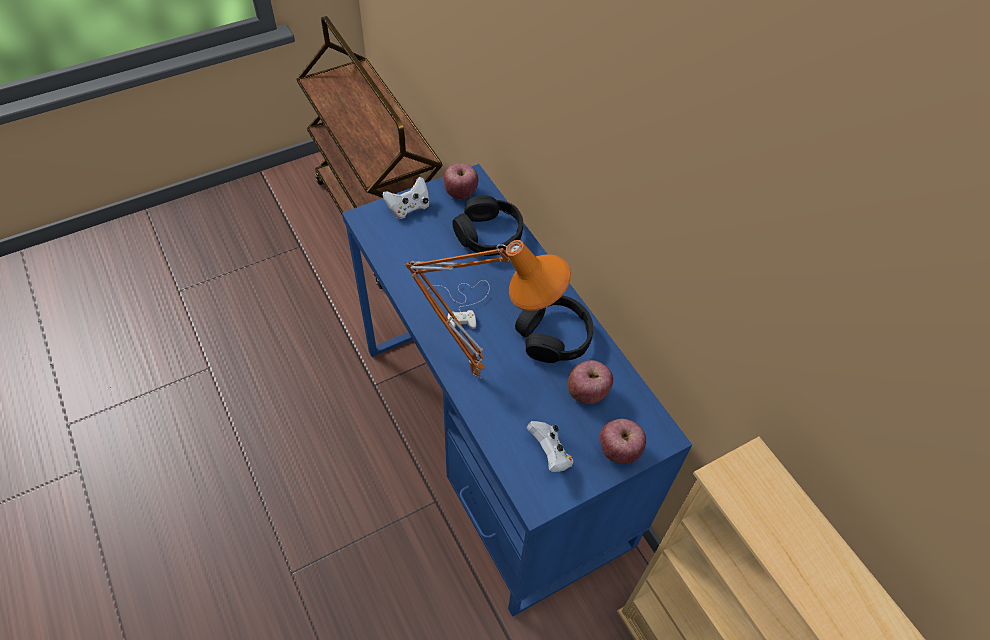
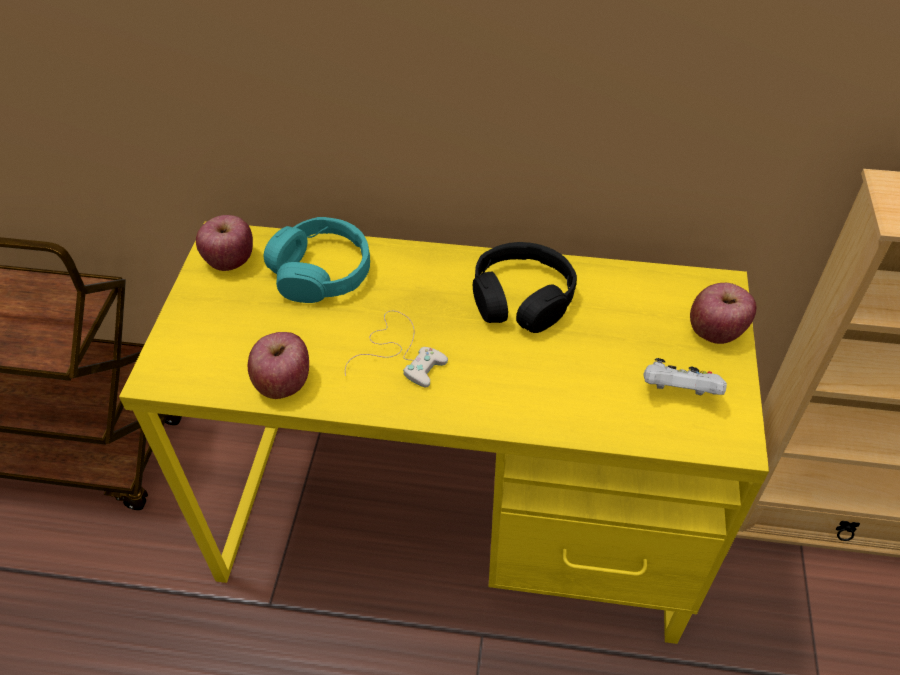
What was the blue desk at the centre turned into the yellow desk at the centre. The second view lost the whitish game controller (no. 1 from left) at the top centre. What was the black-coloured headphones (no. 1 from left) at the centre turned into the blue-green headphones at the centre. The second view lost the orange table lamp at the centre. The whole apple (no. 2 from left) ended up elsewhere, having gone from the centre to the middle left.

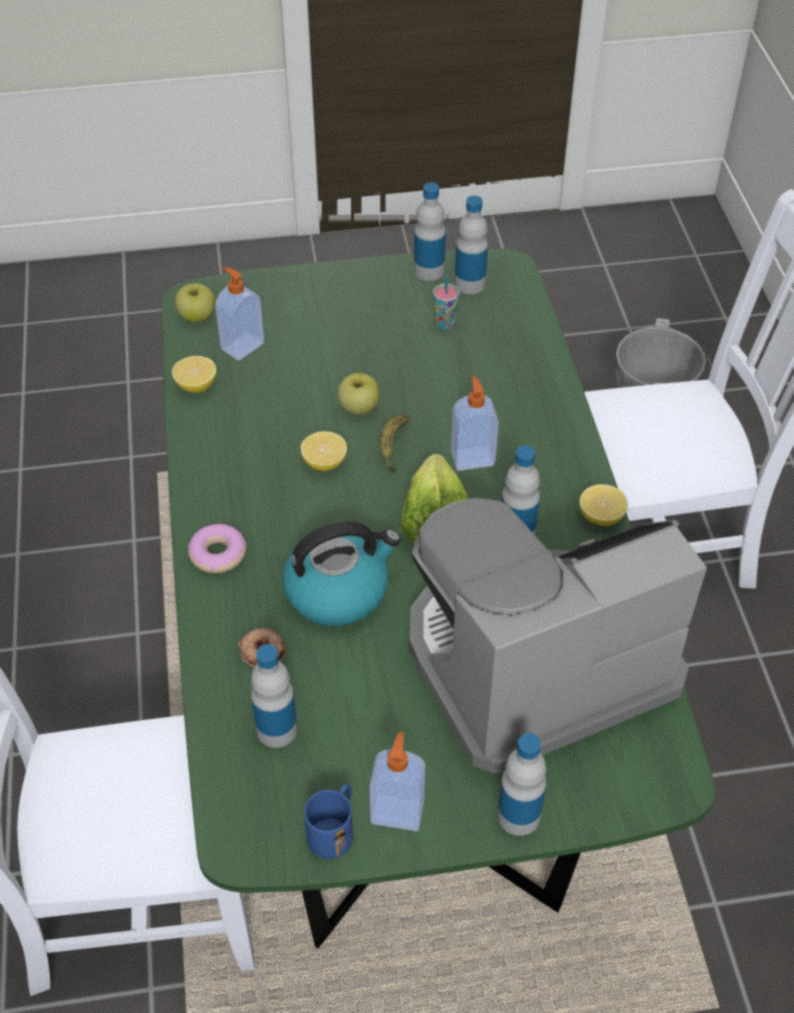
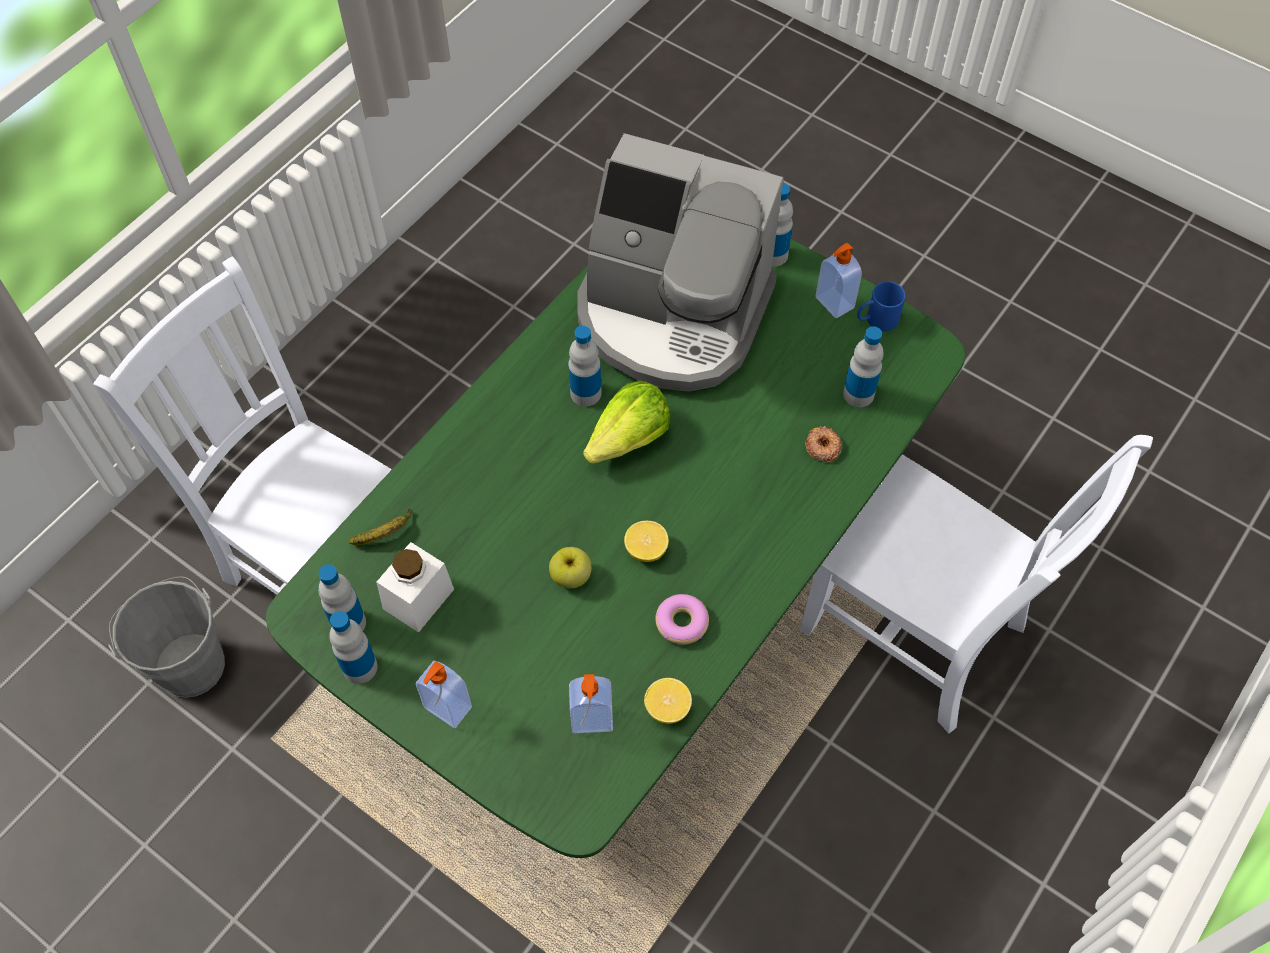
Where the drinking cup stood at the top centre, the whitish storage jar came to stand at the middle left. The second view lost the whole apple (no. 1 from left) at the top left. The soap dispenser (no. 3 from left in the first image) ended up elsewhere, having gone from the centre to the bottom centre. The banana fruit ended up elsewhere, having gone from the centre to the middle left. The second view lost the citrus fruit (no. 3 from left) at the middle right. The second view lost the tea kettle at the centre. The ring doughnut (no. 1 from left) ended up elsewhere, having gone from the middle left to the centre.

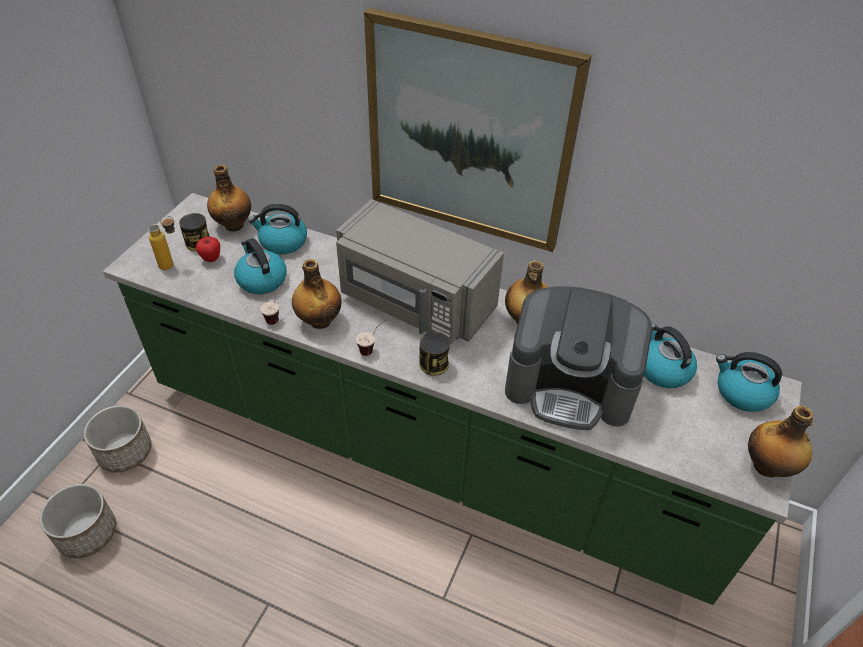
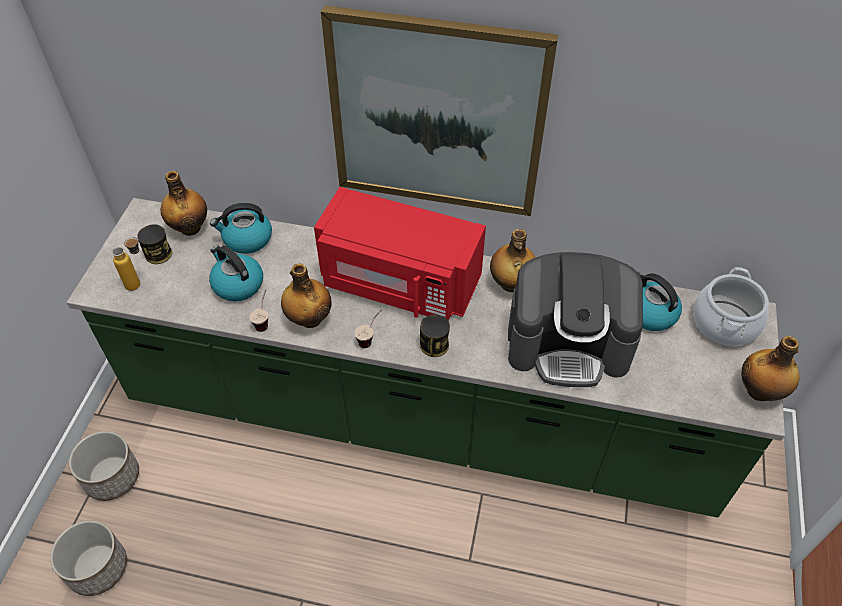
What was the greyish microwave oven at the centre turned into the red microwave oven at the centre. The second view lost the whole apple at the middle left. Where the tea kettle (no. 4 from left) stood at the middle right, the stockpot came to stand at the middle right.

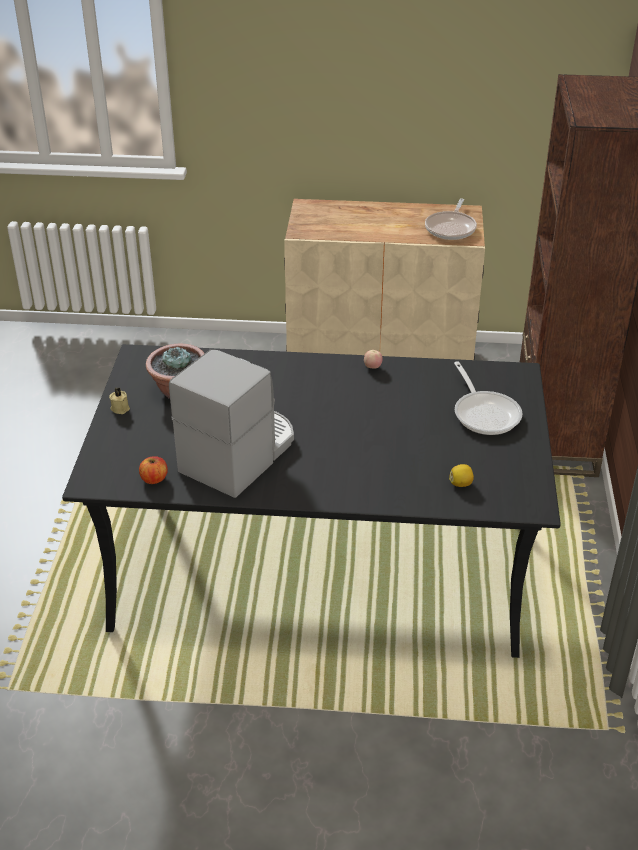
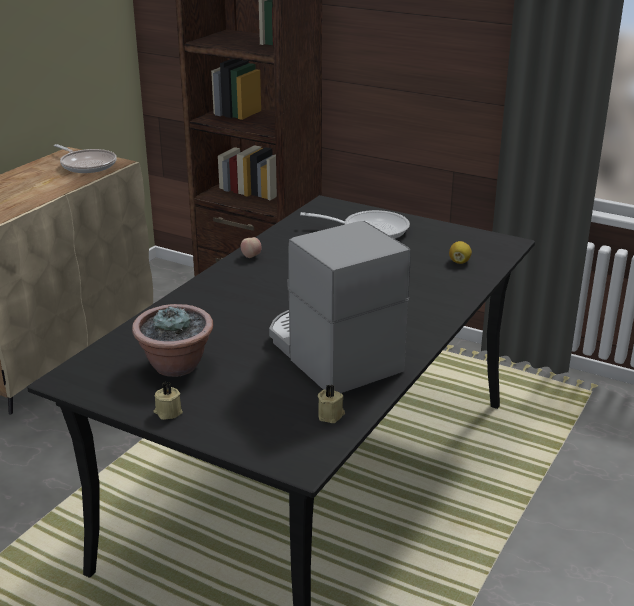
Where the whole apple (no. 1 from left) stood at the middle left, the beige wax light (no. 2 from left) came to stand at the centre.

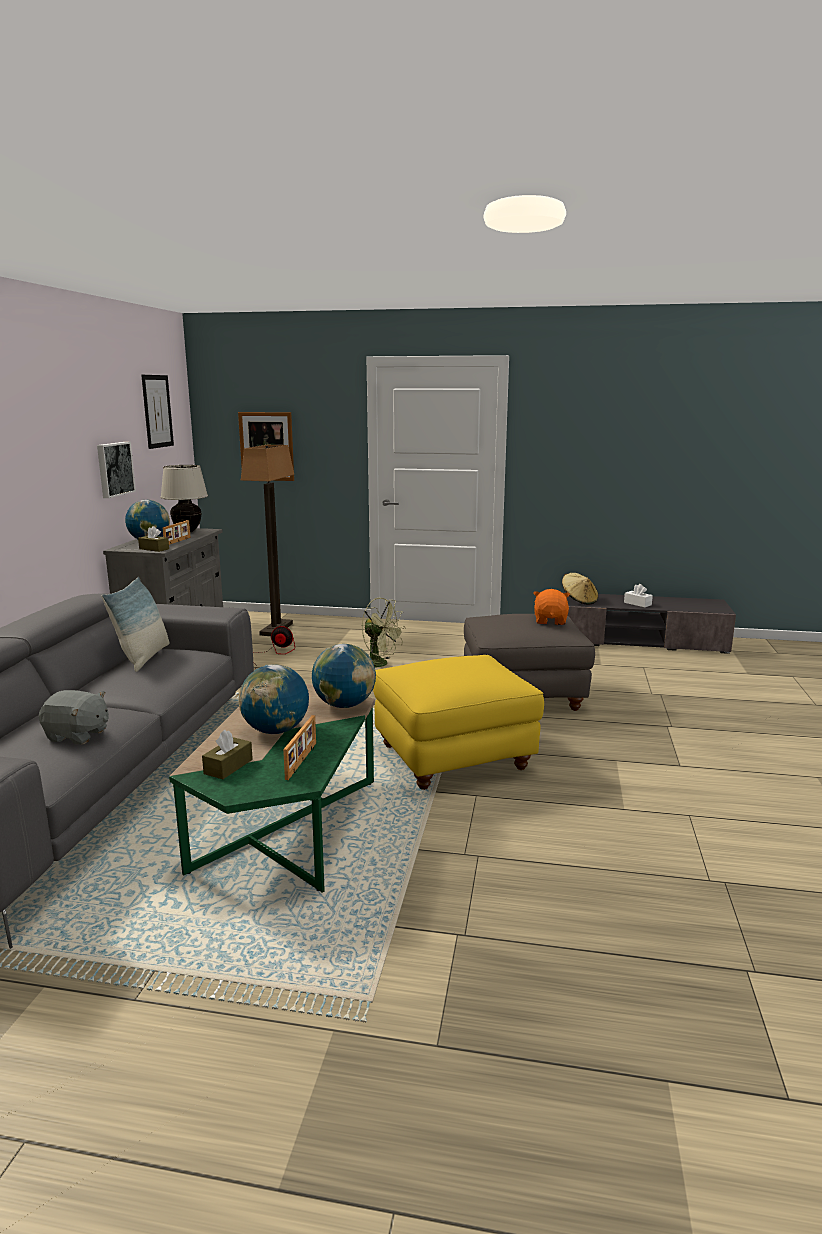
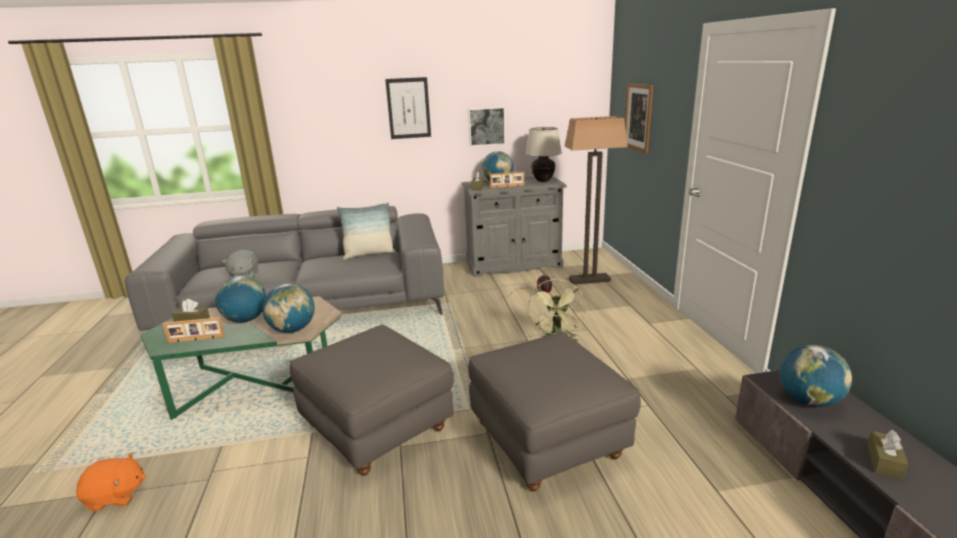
The wall picture (no. 2 from left in the first image) ended up elsewhere, having gone from the middle left to the top centre. Where the beige wearable hat stood at the middle right, the globe (no. 4 from left) came to stand at the bottom right. What was the whitish box of tissues at the middle right turned into the brownish box of tissues (no. 3 from left) at the bottom right. The orange soft toy ended up elsewhere, having gone from the middle right to the bottom left. What was the yellow pouffe at the centre turned into the greyish pouffe (no. 1 from left) at the bottom centre.

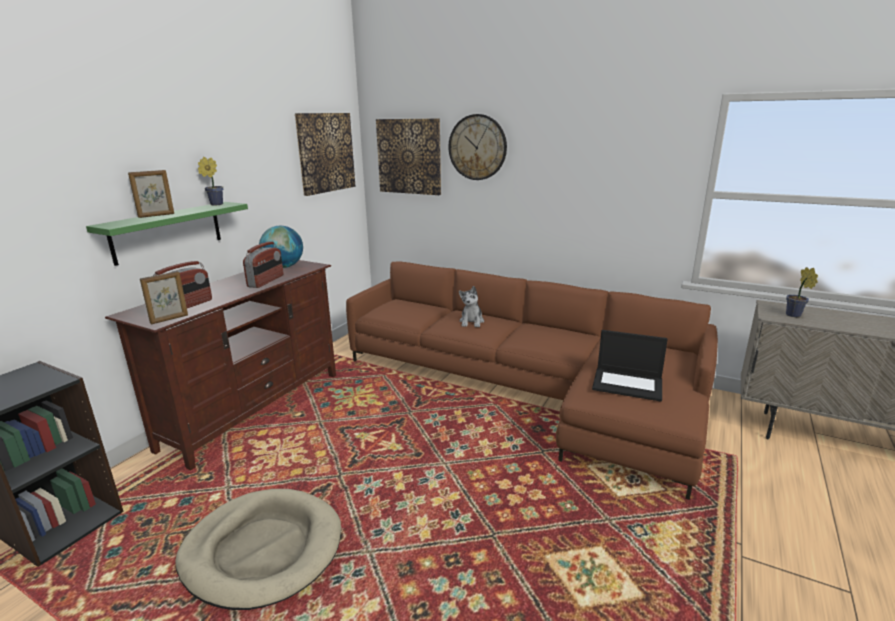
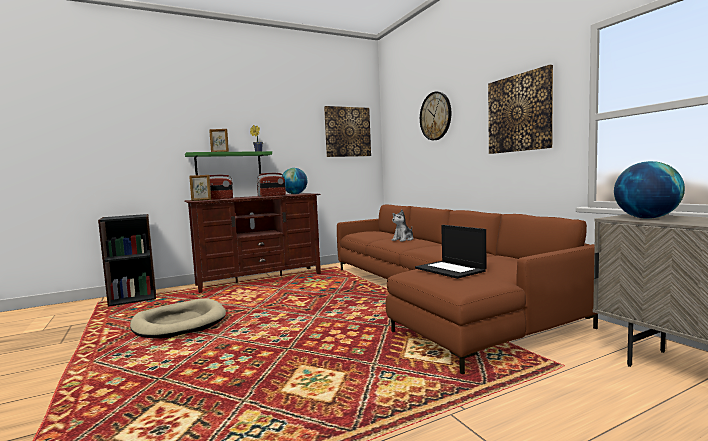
The wall picture (no. 2 from left) ended up elsewhere, having gone from the top centre to the top right. Where the houseplant (no. 2 from left) stood at the middle right, the globe (no. 2 from left) came to stand at the middle right.

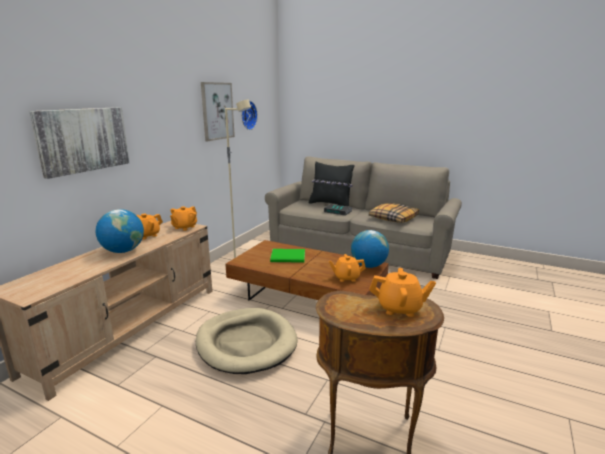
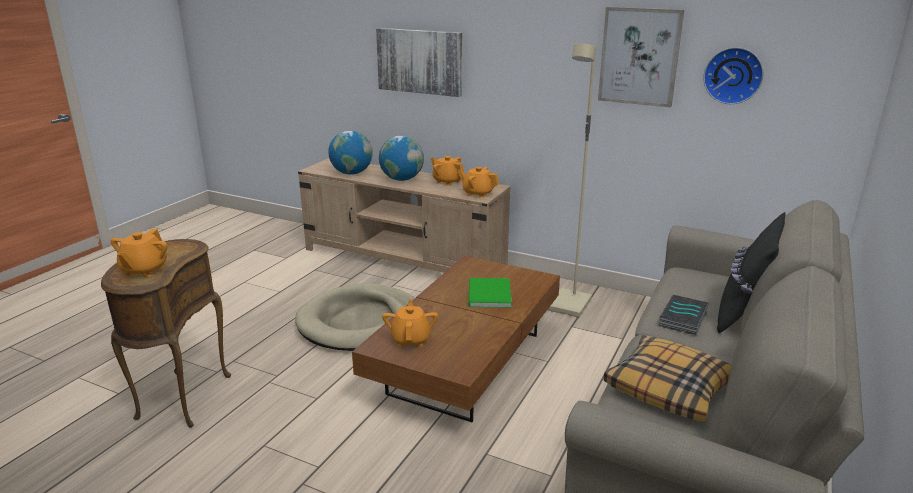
The globe (no. 2 from left in the first image) ended up elsewhere, having gone from the centre to the top centre.

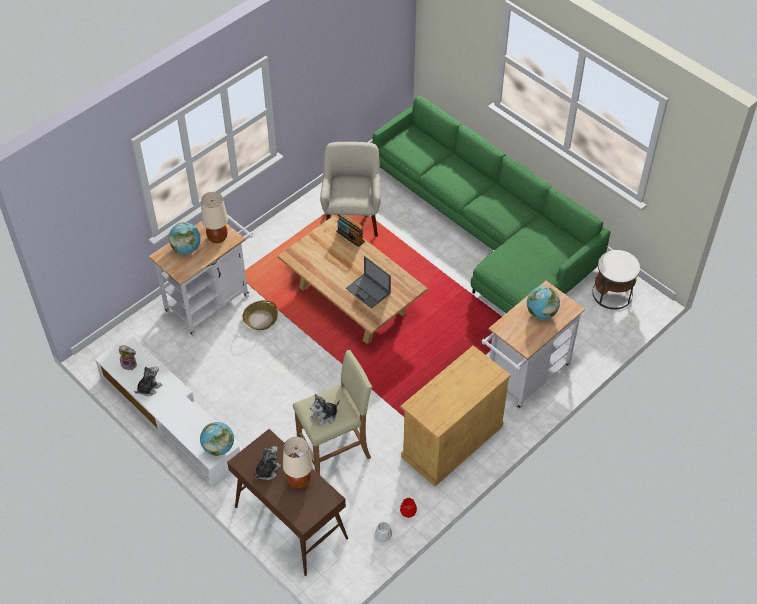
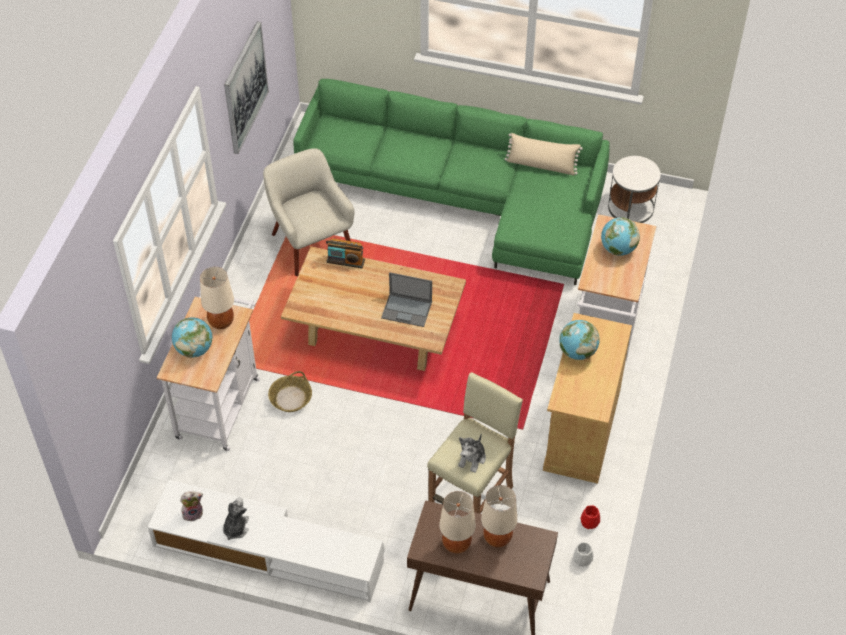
The globe (no. 2 from left) ended up elsewhere, having gone from the bottom left to the middle right. Where the soft toy (no. 3 from left) stood at the bottom centre, the beige table lamp (no. 2 from left) came to stand at the bottom centre. The second view gained the wall picture at the top left. The second view gained the beige throw pillow at the top centre.

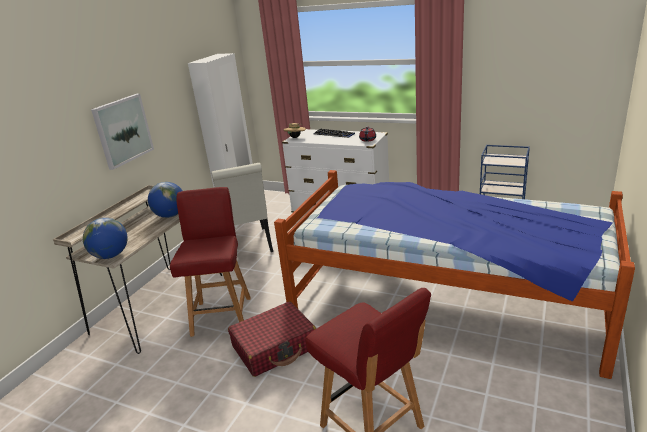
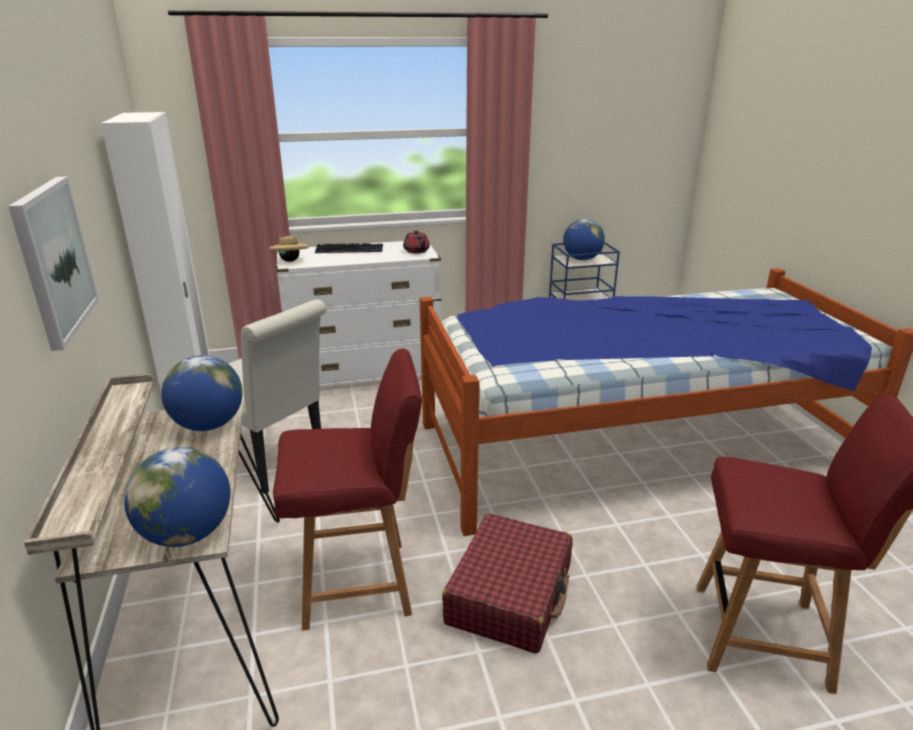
The red plain chair (no. 1 from left) at the middle left ended up facing another way, 120 degrees clockwise from before. The second view gained the globe (no. 3 from left) at the top centre.

